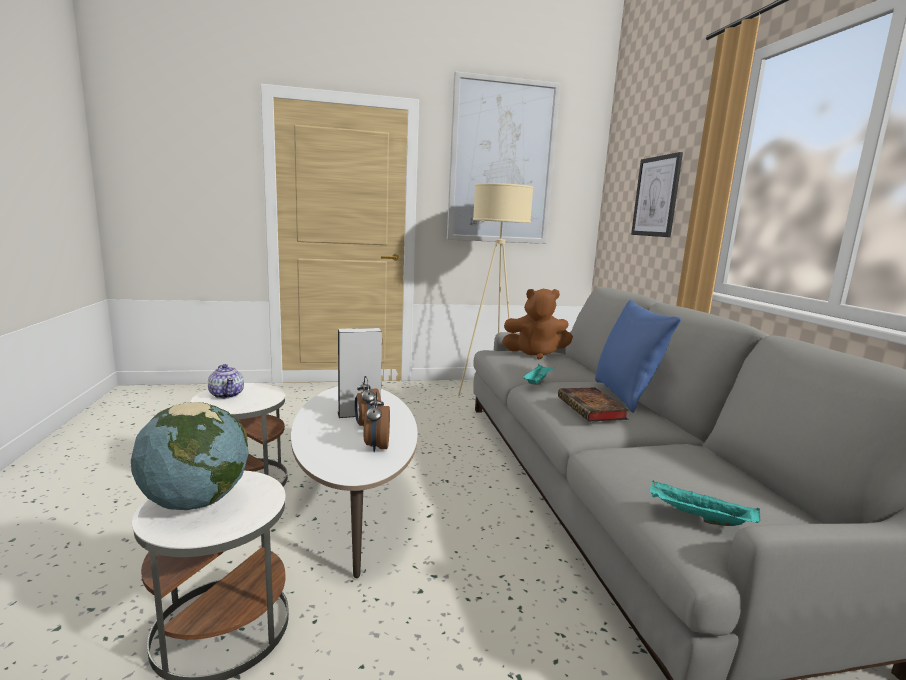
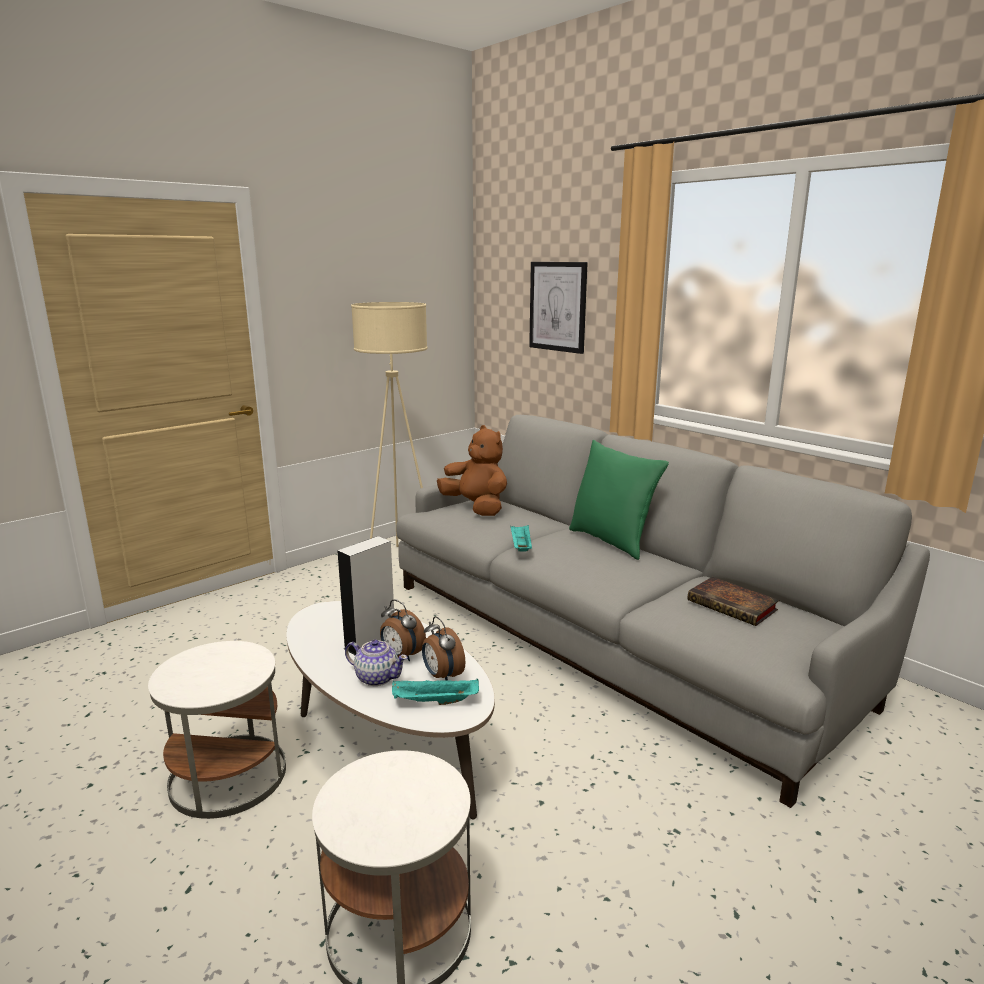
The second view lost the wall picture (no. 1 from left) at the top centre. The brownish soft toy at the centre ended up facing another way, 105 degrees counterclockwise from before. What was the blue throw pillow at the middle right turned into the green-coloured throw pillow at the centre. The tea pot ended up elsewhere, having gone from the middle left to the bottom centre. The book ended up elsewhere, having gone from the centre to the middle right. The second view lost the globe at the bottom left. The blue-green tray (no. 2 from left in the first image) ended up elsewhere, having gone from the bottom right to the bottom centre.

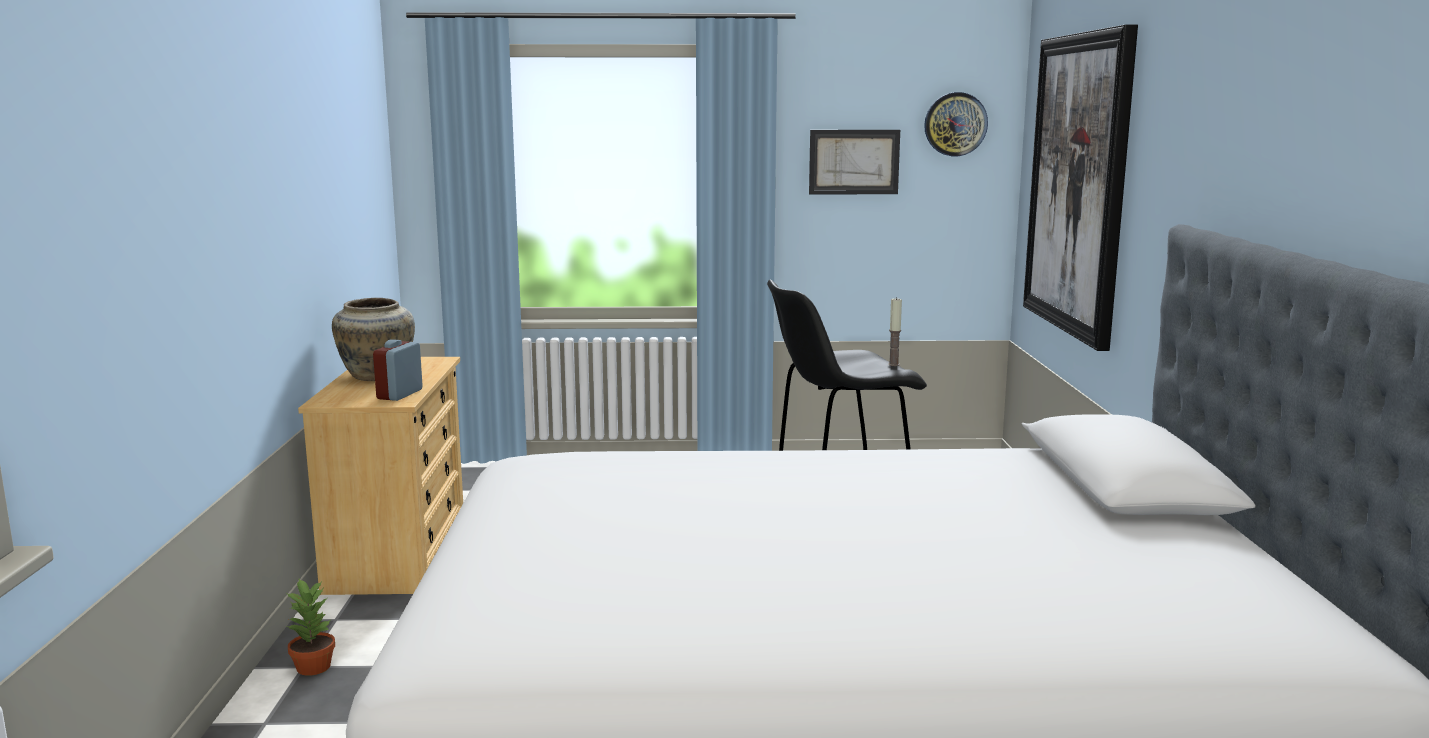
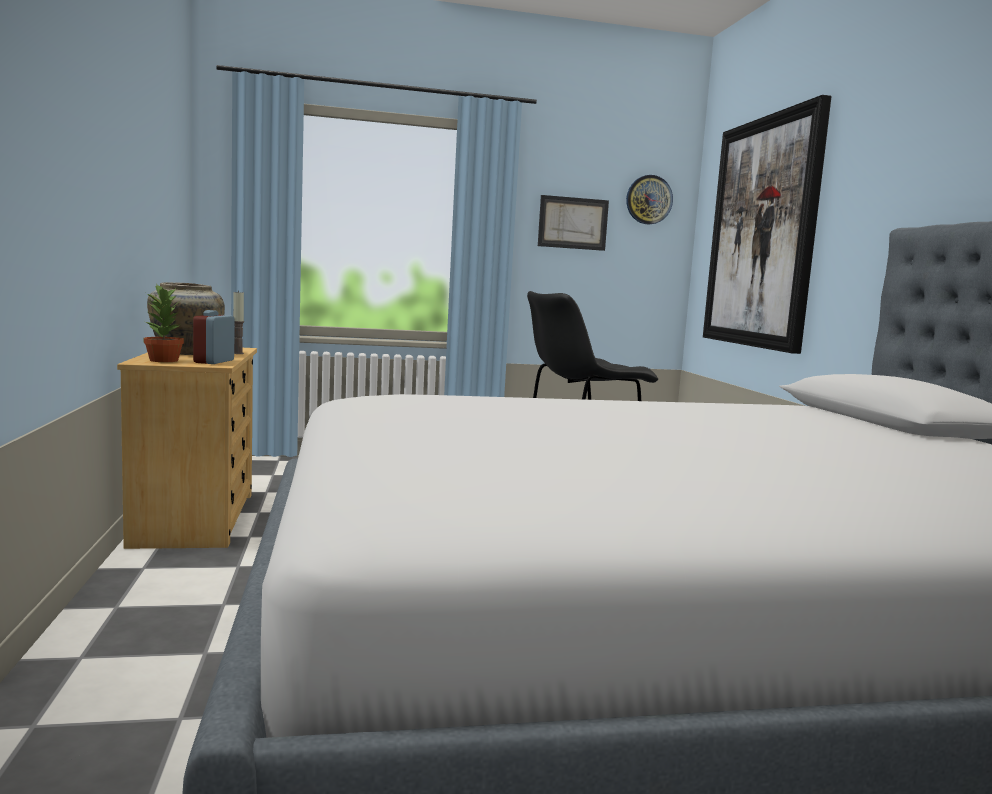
The wax light ended up elsewhere, having gone from the centre to the middle left. The houseplant ended up elsewhere, having gone from the bottom left to the middle left.

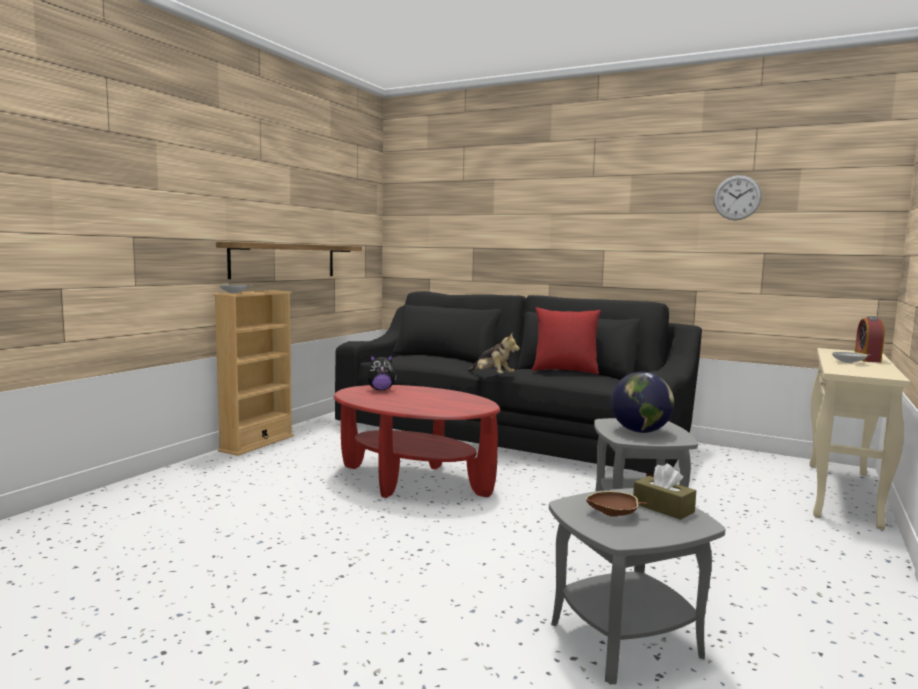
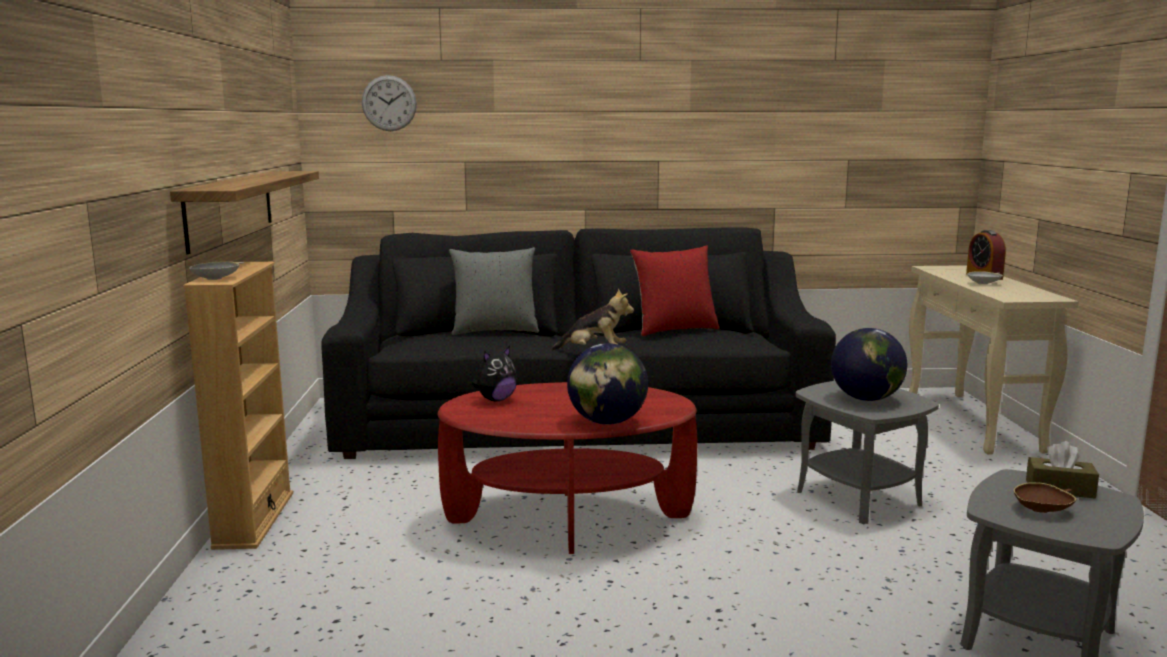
The clock on the wall ended up elsewhere, having gone from the top right to the top centre. The second view gained the greyish throw pillow at the centre. The second view gained the globe (no. 1 from left) at the centre.

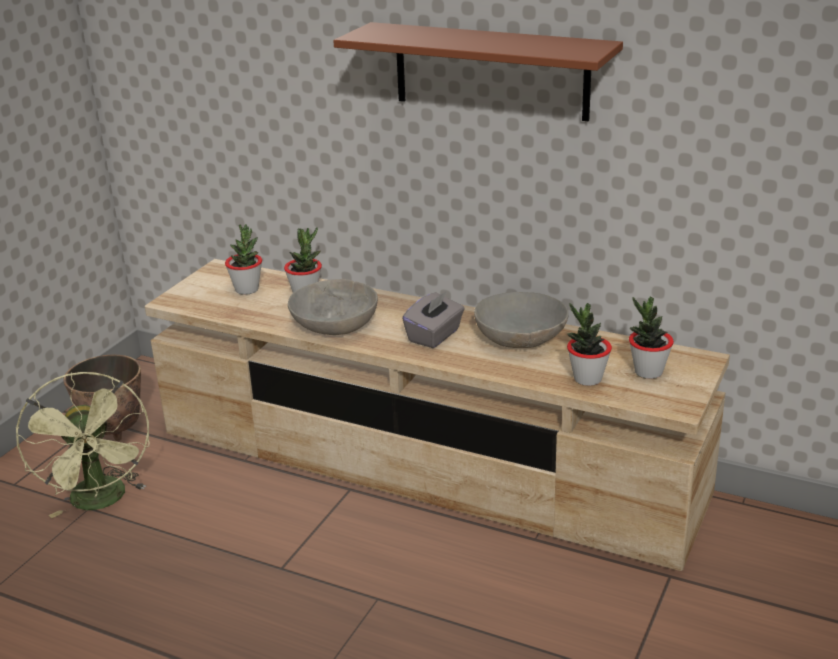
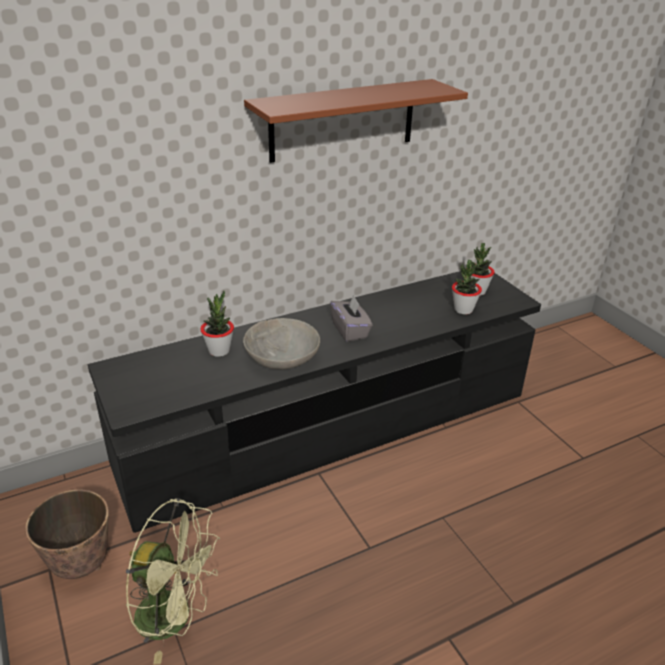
The second view lost the houseplant (no. 1 from left) at the middle left. What was the beige tv stand at the centre turned into the black-coloured tv stand at the centre. The second view lost the greyish bowl (no. 2 from left) at the centre.

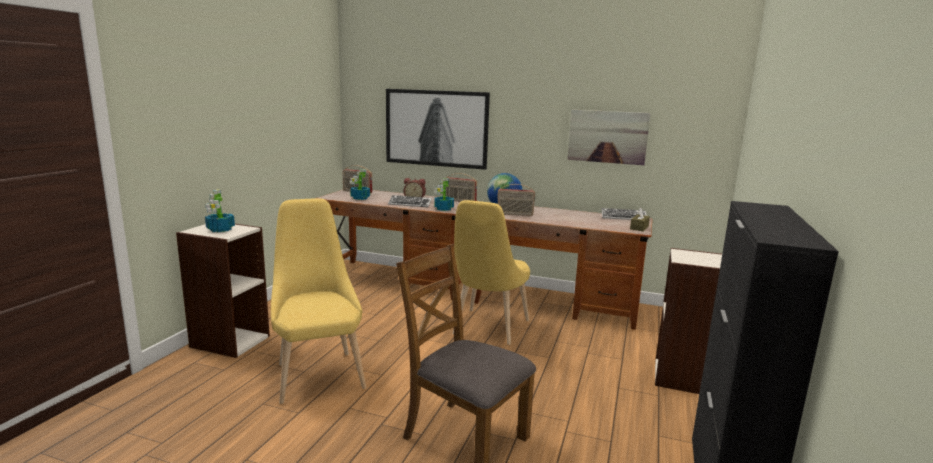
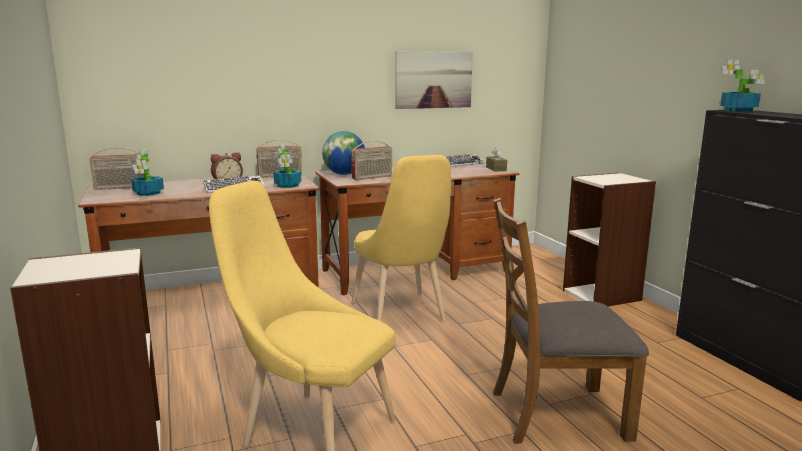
The second view lost the wall picture (no. 1 from left) at the top centre. The houseplant (no. 1 from left in the first image) ended up elsewhere, having gone from the middle left to the top right.

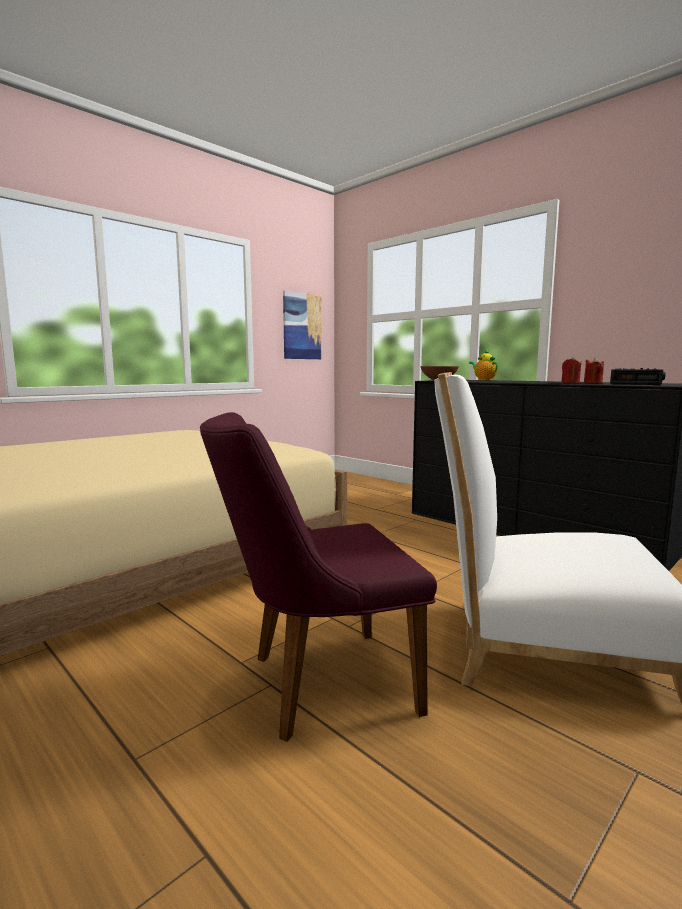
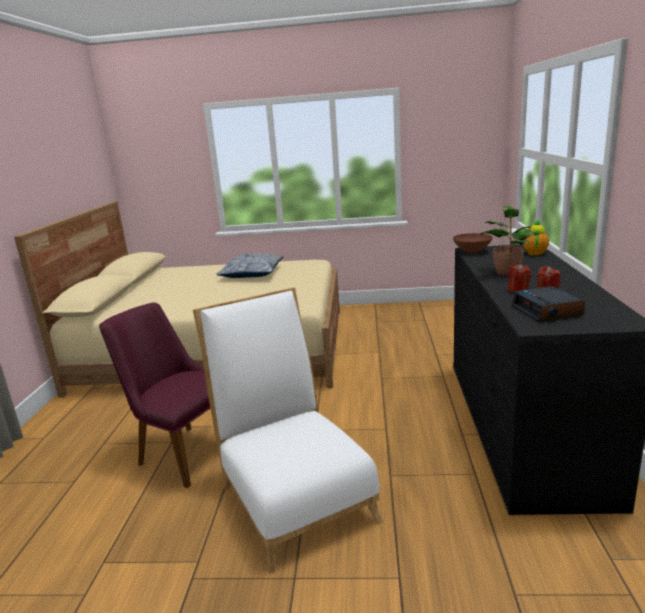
The second view lost the wall picture at the centre. The second view gained the houseplant at the middle right. The second view gained the throw pillow at the centre.

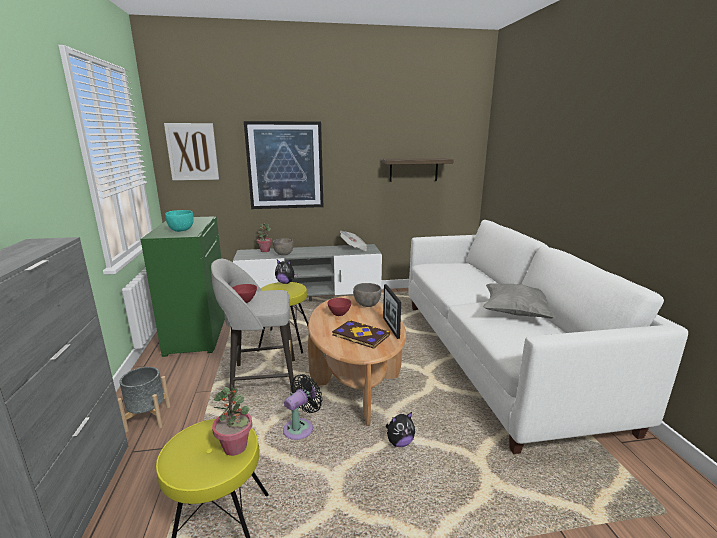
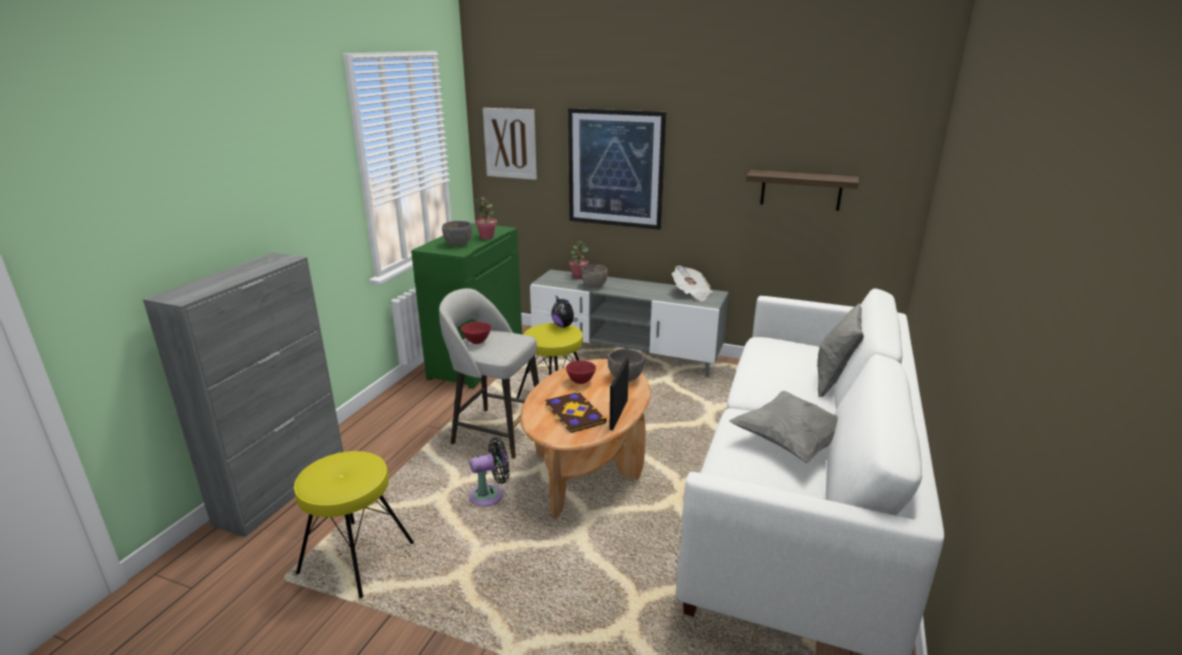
What was the blue-green bowl at the middle left turned into the greyish bowl (no. 1 from left) at the centre. The second view lost the greyish flower pot at the bottom left. The houseplant (no. 1 from left) ended up elsewhere, having gone from the bottom left to the top centre. The second view lost the soft toy (no. 2 from left) at the bottom centre. The second view gained the greyish throw pillow (no. 2 from left) at the middle right.

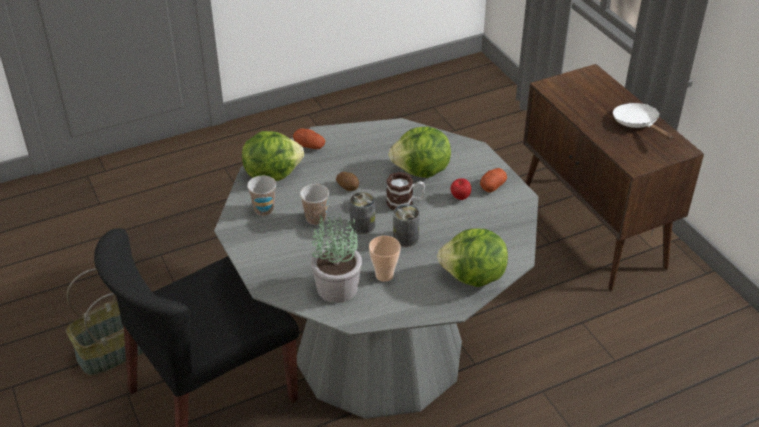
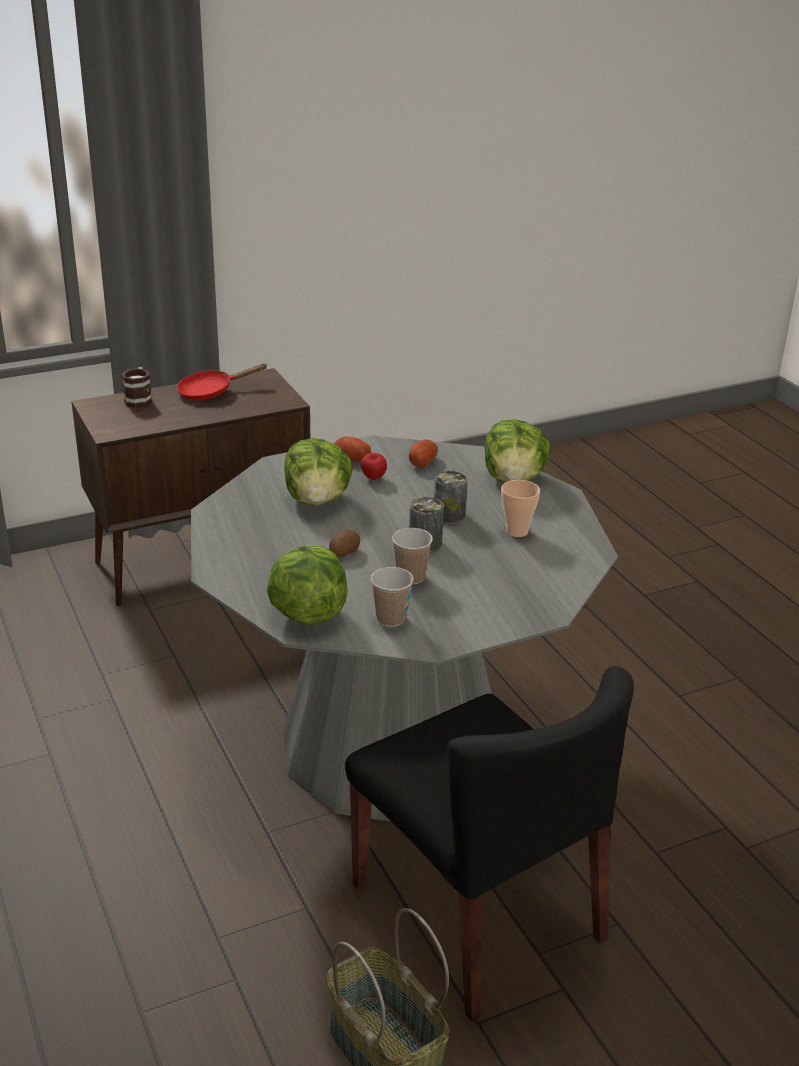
What was the whitish frying pan at the top right turned into the red frying pan at the middle left. The spud (no. 1 from left in the first image) ended up elsewhere, having gone from the top centre to the centre. The tea mug ended up elsewhere, having gone from the centre to the middle left. The second view lost the houseplant at the centre.

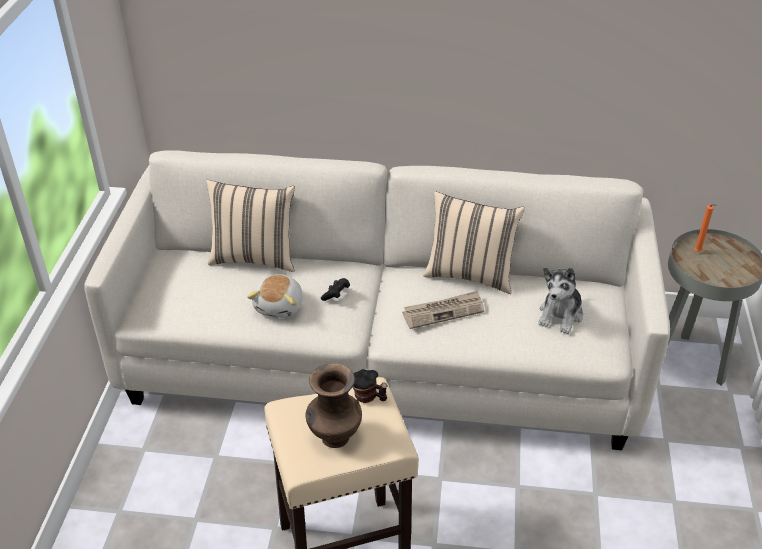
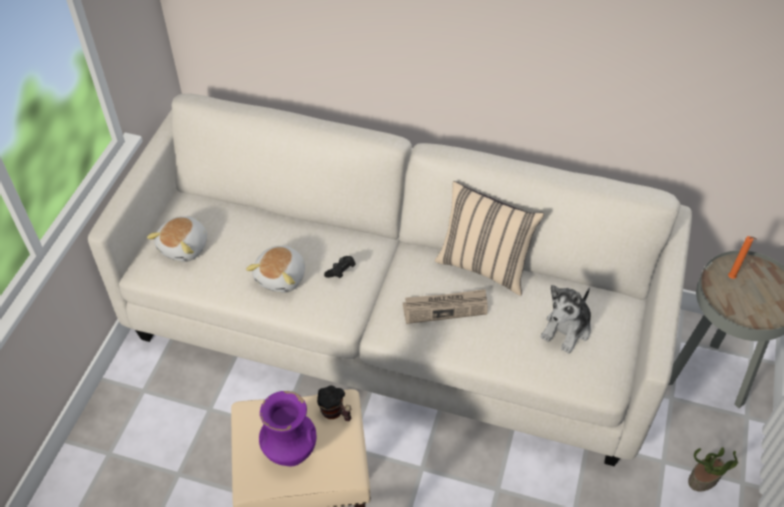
The second view lost the beige throw pillow (no. 1 from left) at the middle left. What was the brownish flower vase at the bottom centre turned into the purple flower vase at the bottom centre. The second view gained the soft toy (no. 1 from left) at the middle left. The second view gained the houseplant at the bottom right.

